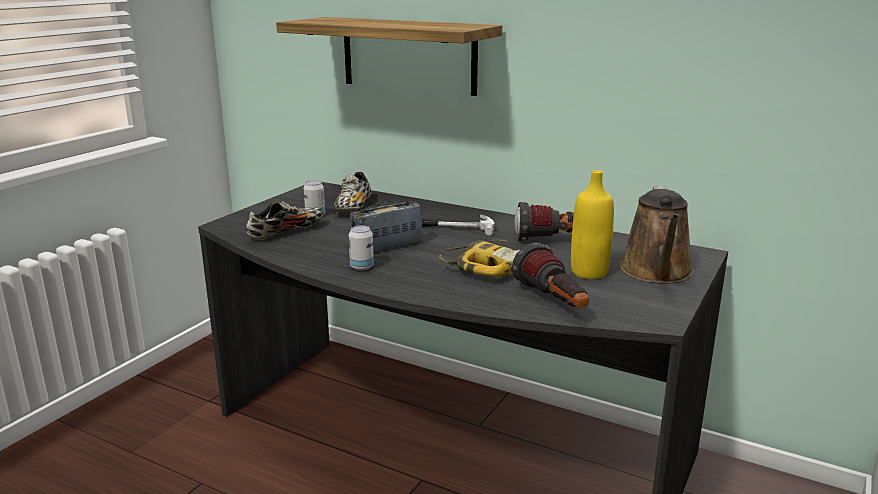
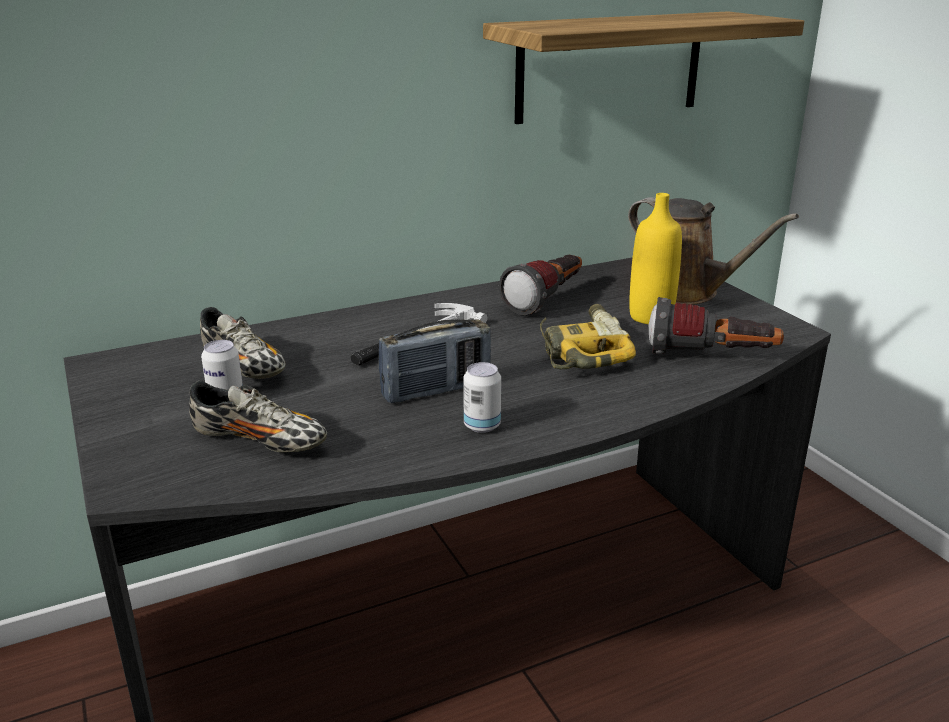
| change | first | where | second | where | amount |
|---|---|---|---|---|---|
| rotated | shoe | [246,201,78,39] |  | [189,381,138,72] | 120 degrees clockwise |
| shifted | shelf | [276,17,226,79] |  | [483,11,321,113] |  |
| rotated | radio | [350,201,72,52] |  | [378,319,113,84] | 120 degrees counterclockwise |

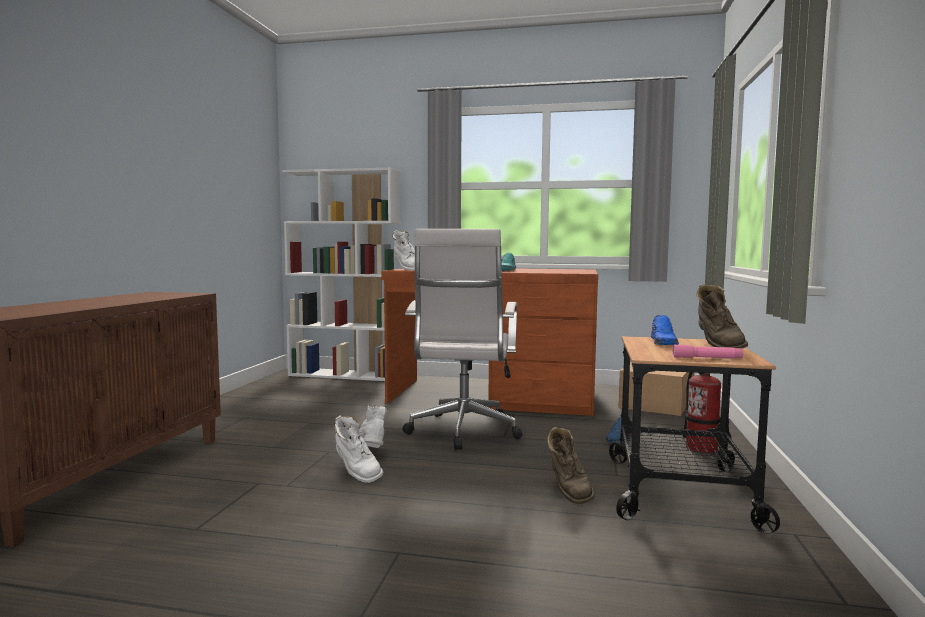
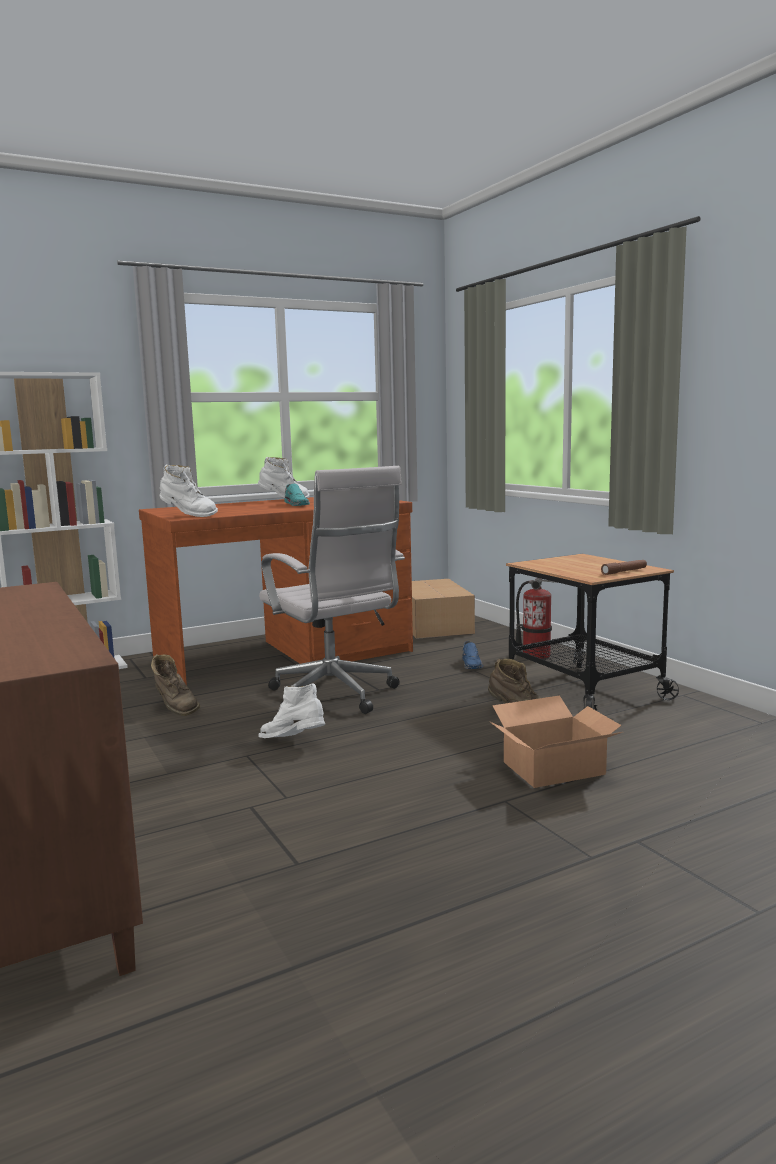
| change | first | where | second | where | amount |
|---|---|---|---|---|---|
| shifted | white boot | [334,415,49,68] |  | [258,457,52,41] |  |
| gone | blue shoe | [651,315,28,30] |  |  |  |
| repainted | pink flashlight | [673,345,70,13] | brown flashlight | [601,560,46,15] |  |
| shifted | brown boot | [696,284,52,64] |  | [151,654,49,62] |  |
| new |  |  | cardboard box | [489,695,133,93] |  |

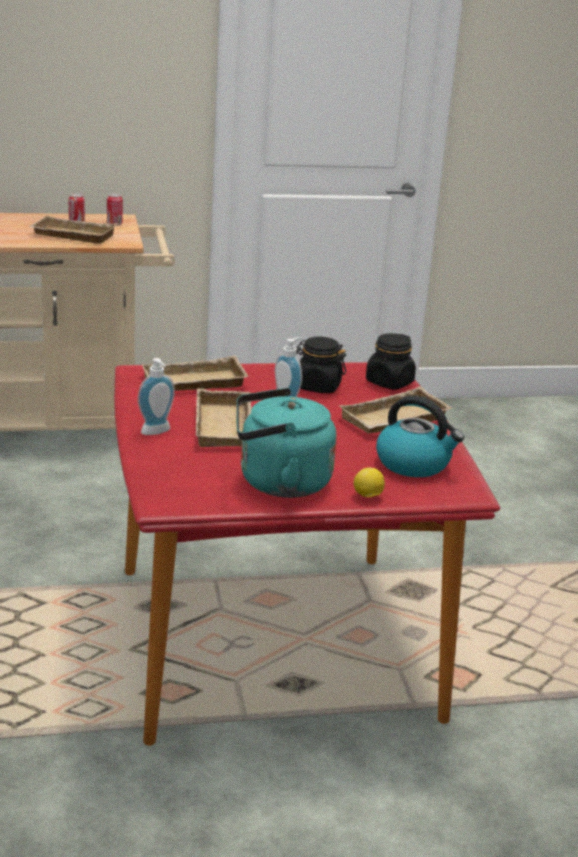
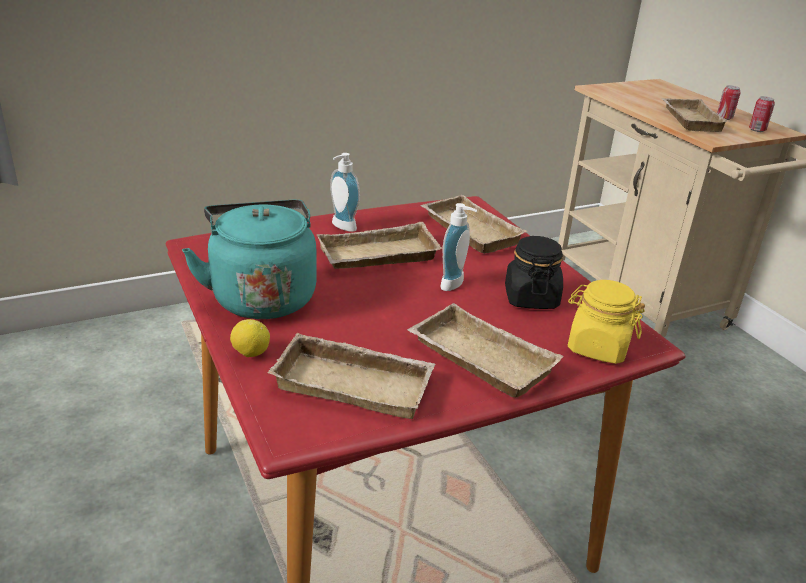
| change | first | where | second | where | amount |
|---|---|---|---|---|---|
| repainted | black jar | [366,333,50,56] | yellow jar | [568,280,77,84] |  |
| swapped | kettle | [376,395,88,82] | beige tray | [268,333,168,86] |  |

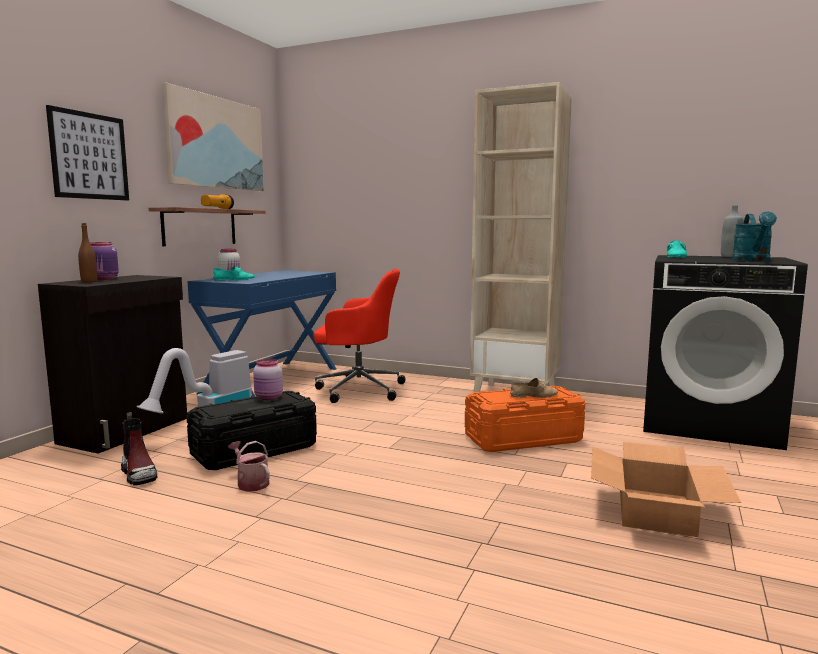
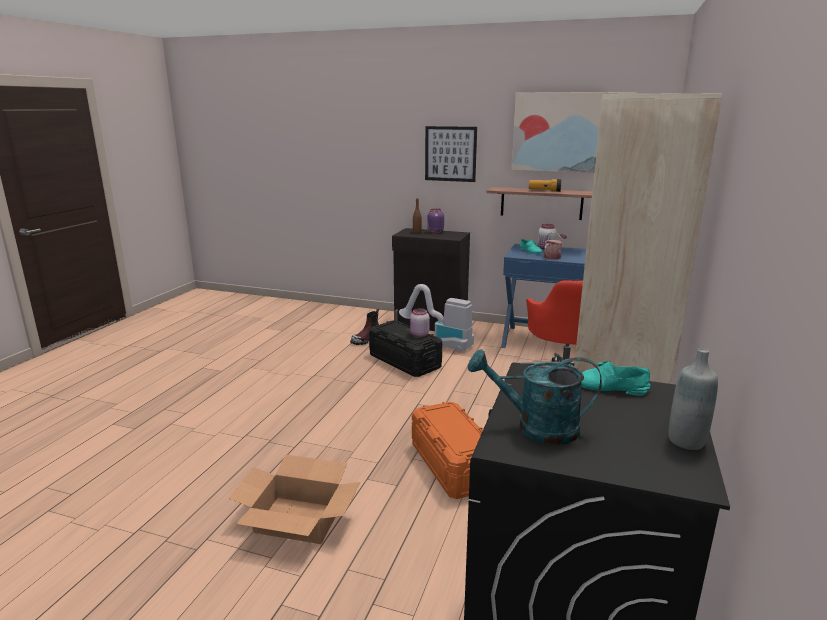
| change | first | where | second | where | amount |
|---|---|---|---|---|---|
| shifted | watering can | [228,441,42,51] |  | [544,232,23,28] |  |
| gone | beige shoe | [510,378,48,20] |  |  |  |

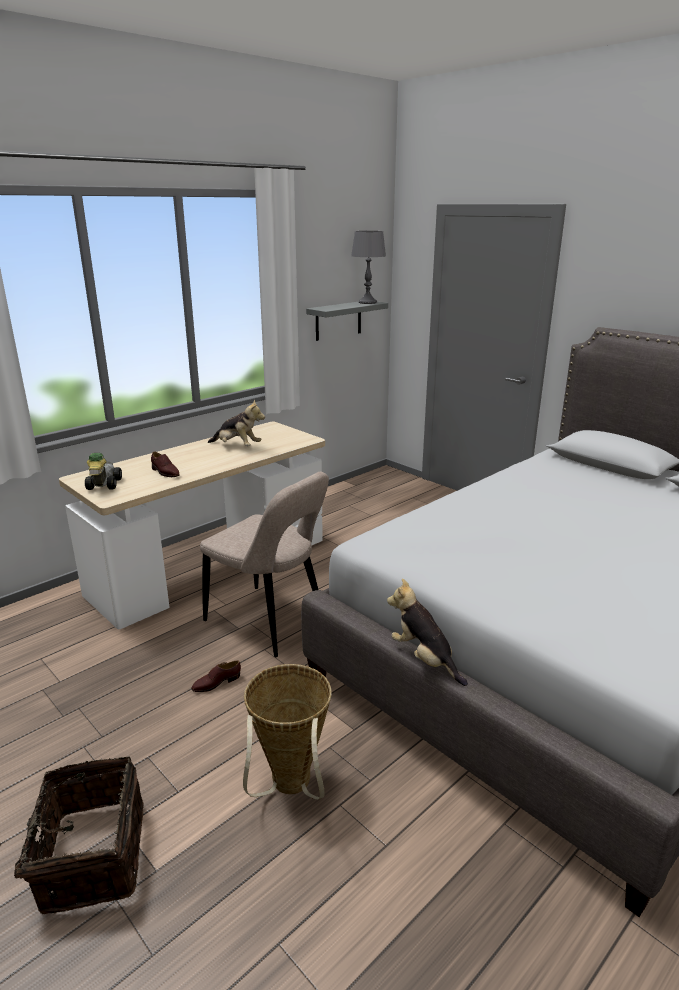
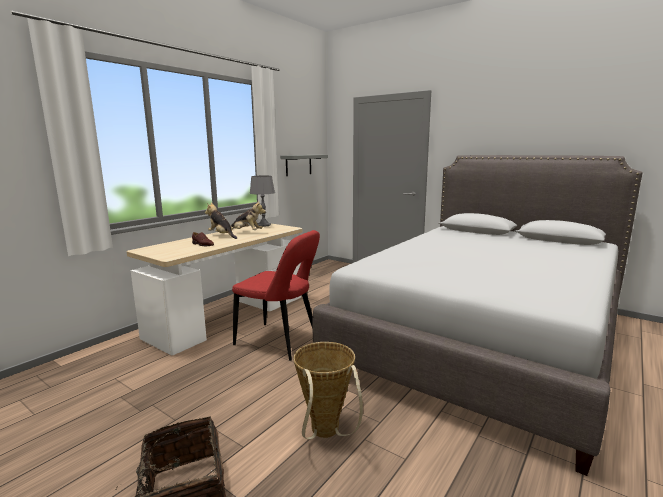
| change | first | where | second | where | amount |
|---|---|---|---|---|---|
| gone | toy car | [85,453,37,37] |  |  |  |
| gone | brown shoe | [191,660,50,32] |  |  |  |
| repainted | beige chair | [200,471,129,186] | red chair | [232,230,88,131] |  |
| shifted | grey table lamp | [351,231,35,73] |  | [250,175,25,52] |  |
| shifted | plush toy | [387,578,81,108] |  | [205,203,32,36] |  |

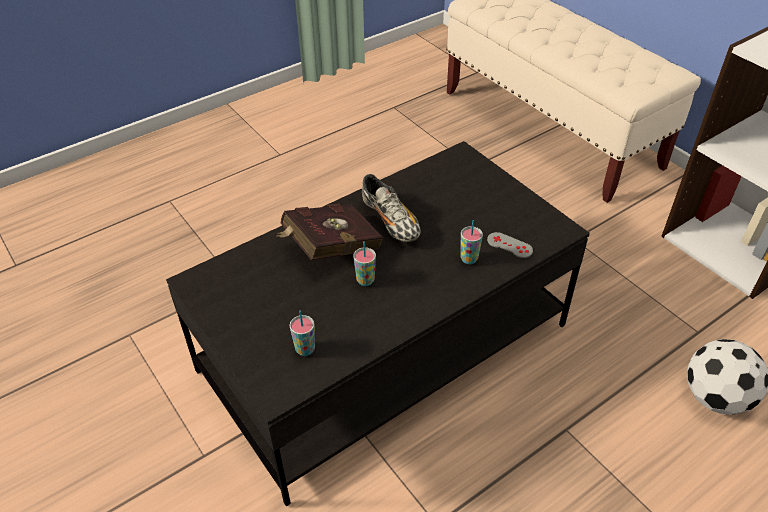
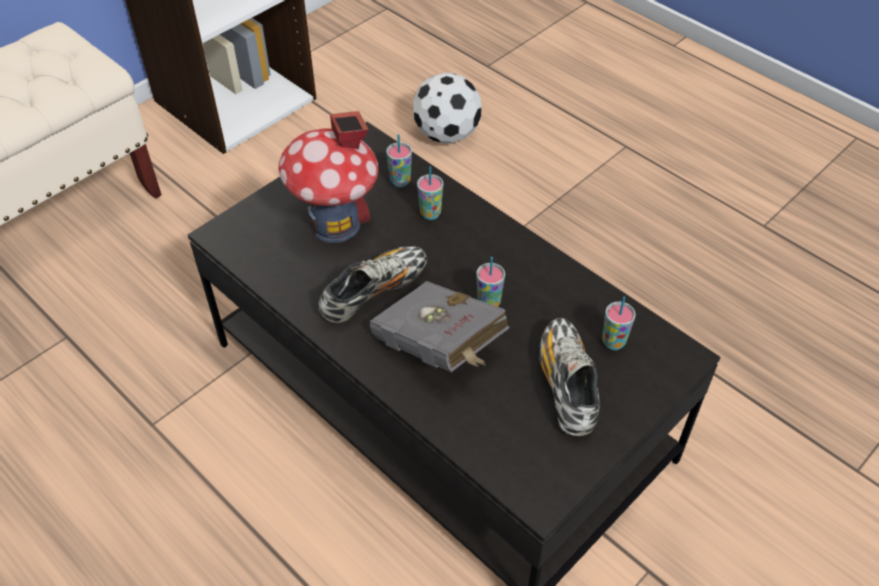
| change | first | where | second | where | amount |
|---|---|---|---|---|---|
| repainted | red book | [277,204,107,56] | grey book | [370,281,139,91] |  |
| swapped | grey game controller | [487,232,46,26] | cup | [386,134,26,53] |  |
| new |  |  | toy house | [278,111,100,132] |  |
| new |  |  | shoe | [539,318,61,118] |  |

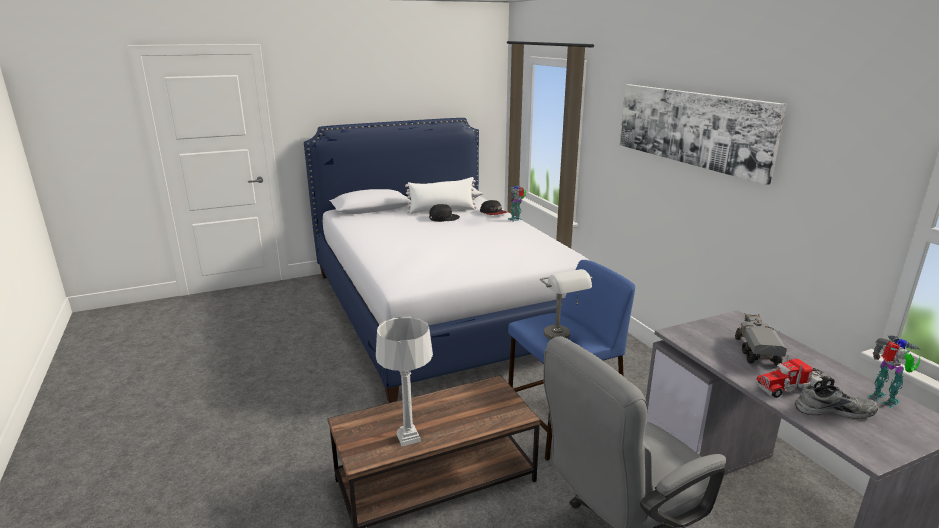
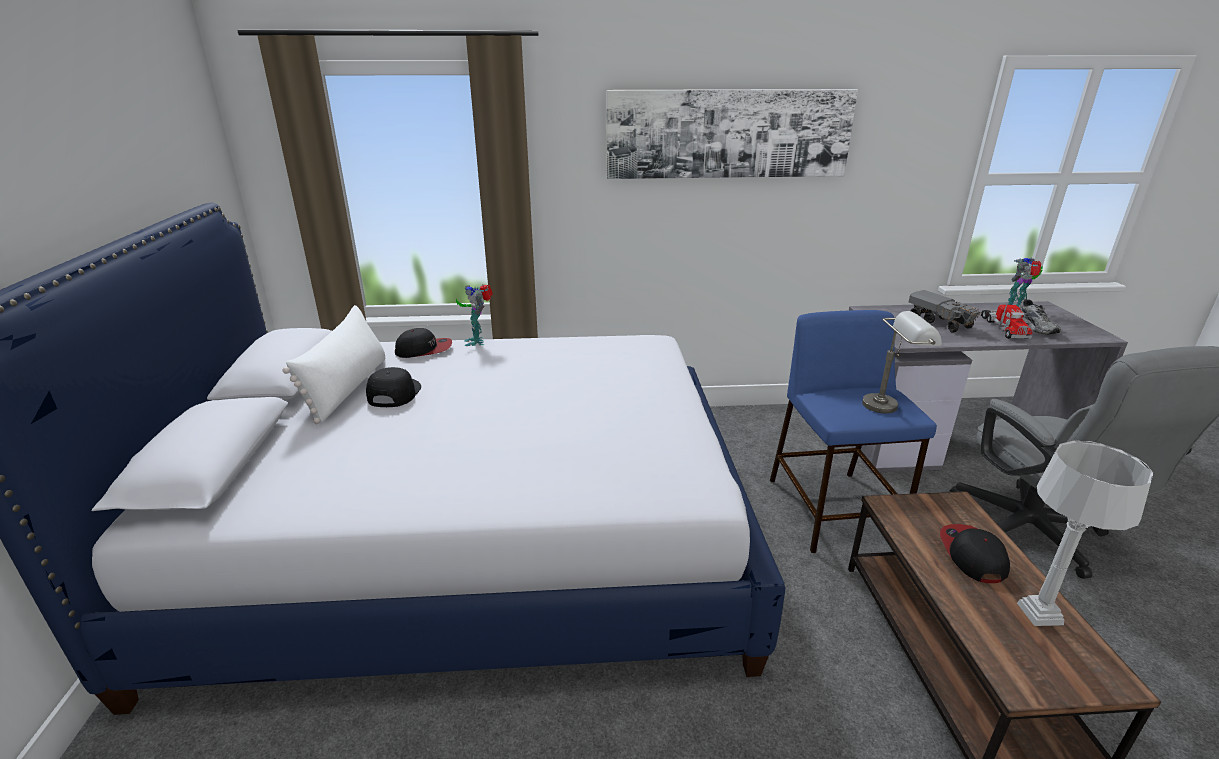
| change | first | where | second | where | amount |
|---|---|---|---|---|---|
| rotated | toy truck | [735,313,52,53] |  | [909,290,72,42] | 150 degrees counterclockwise |
| rotated | grey shoe | [795,385,83,34] |  | [1019,299,42,35] | 150 degrees clockwise |
| new |  |  | cap | [940,524,70,59] |  |

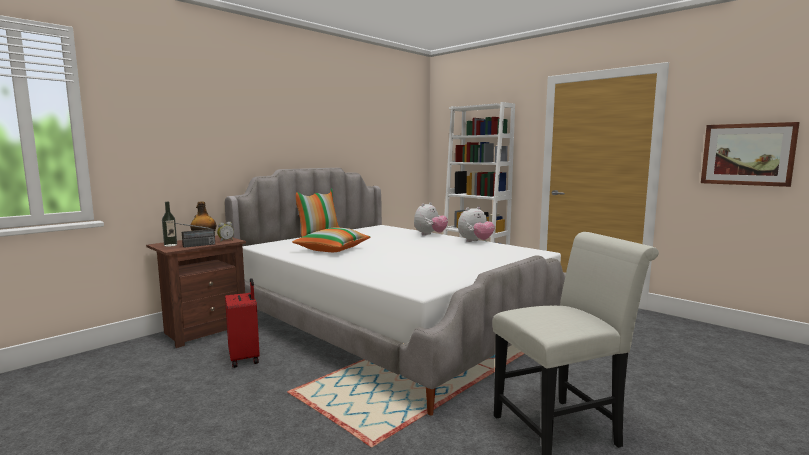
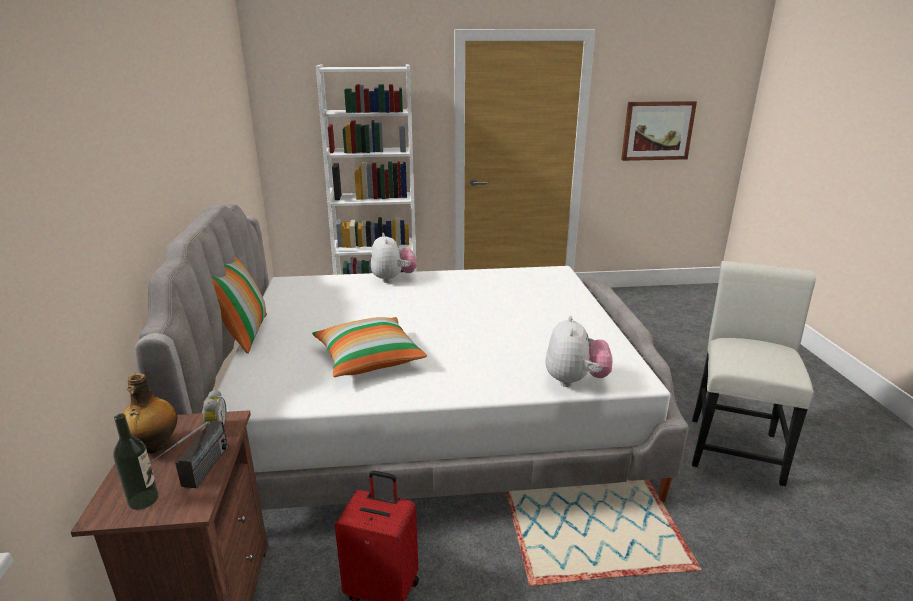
| change | first | where | second | where | amount |
|---|---|---|---|---|---|
| shifted | plush toy | [458,207,37,35] |  | [545,315,68,72] |  |

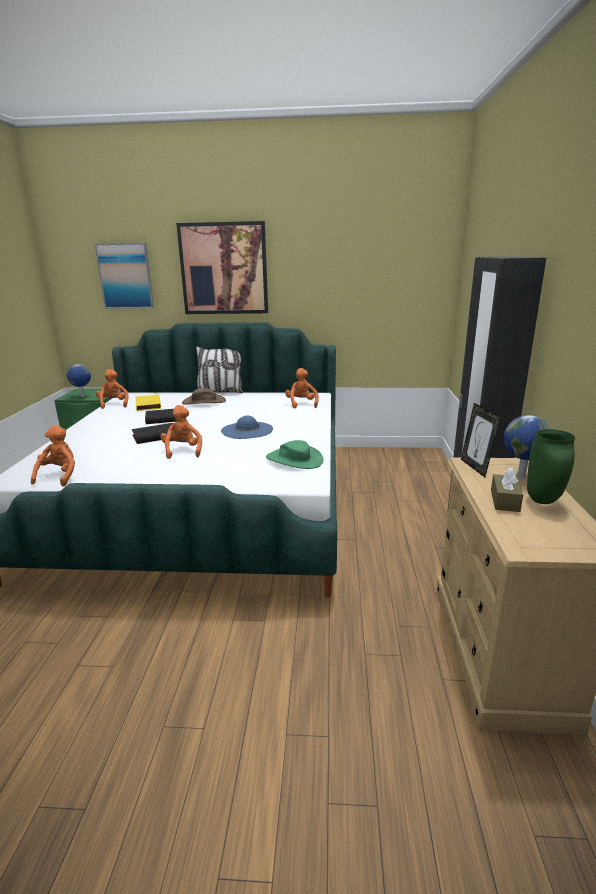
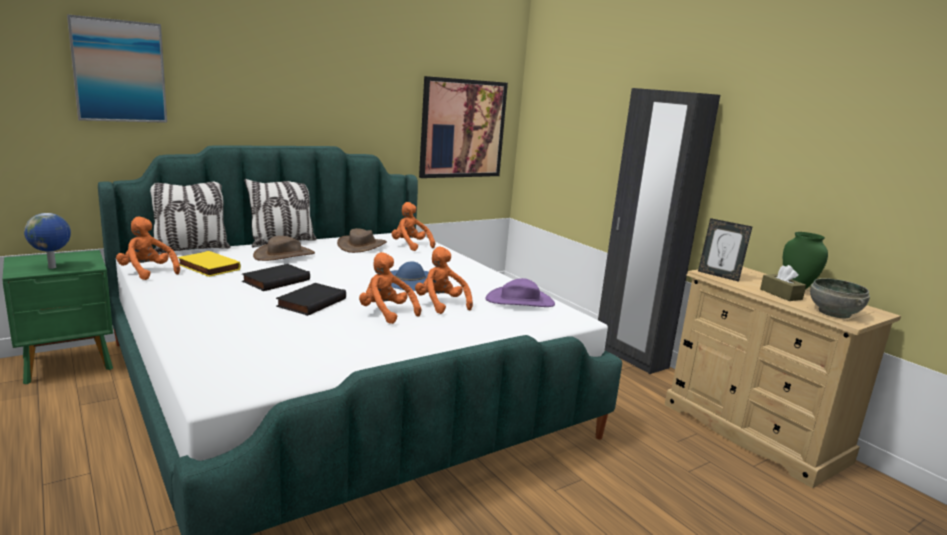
| change | first | where | second | where | amount |
|---|---|---|---|---|---|
| shifted | orange plush toy | [31,425,44,61] |  | [415,246,58,68] |  |
| shifted | picture | [176,221,92,93] |  | [419,76,89,102] |  |
| repainted | green hat | [266,440,58,29] | purple hat | [486,278,69,29] |  |
| gone | globe | [504,415,47,63] |  |  |  |
| new |  |  | pillow | [150,182,80,72] |  |
| new |  |  | brown hat | [337,228,50,25] |  |
| new |  |  | grey bowl | [810,278,60,40] |  |

